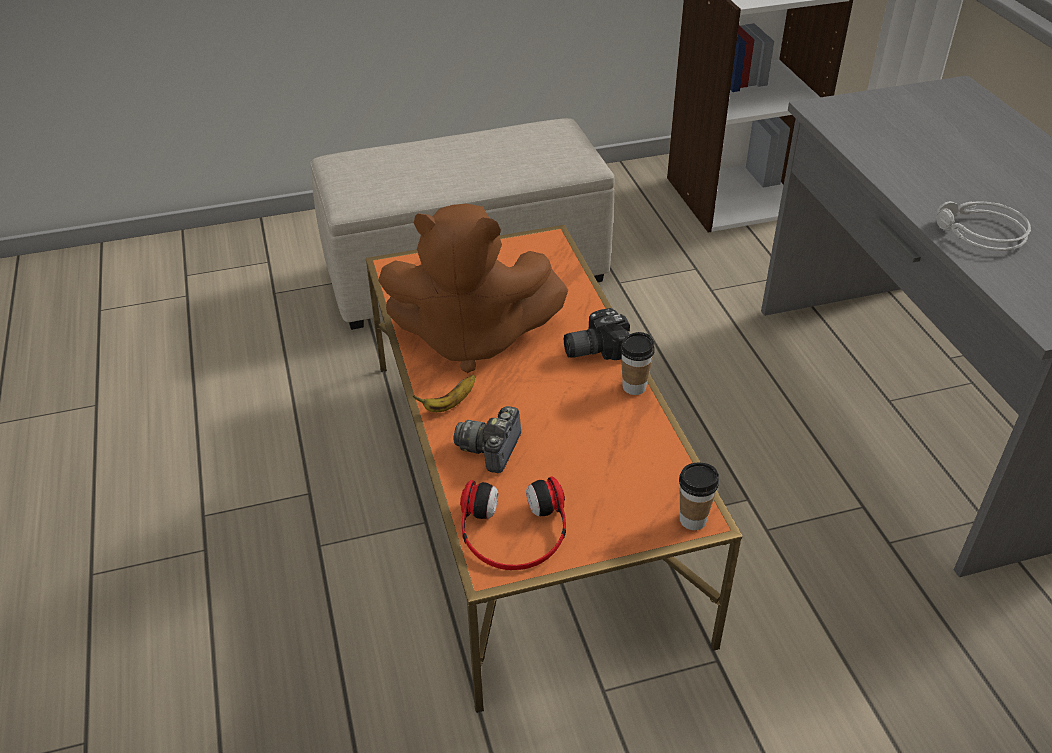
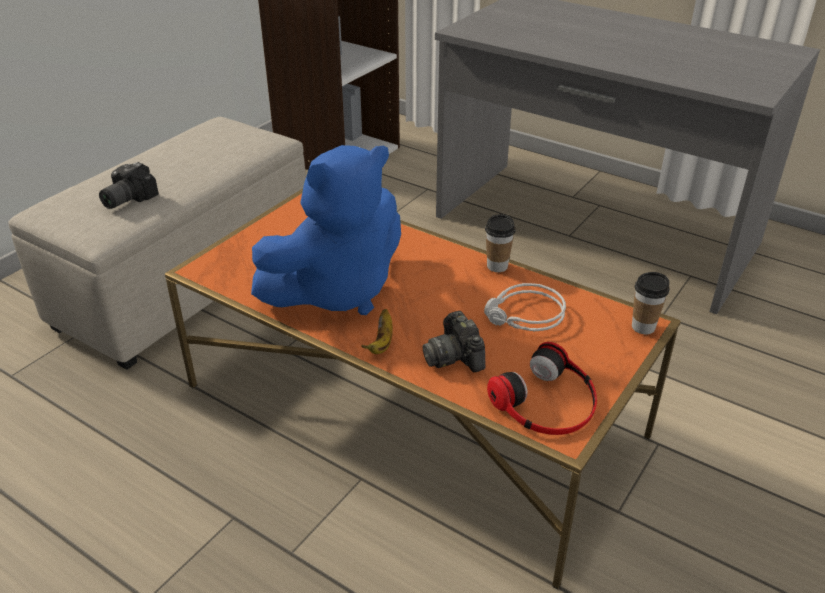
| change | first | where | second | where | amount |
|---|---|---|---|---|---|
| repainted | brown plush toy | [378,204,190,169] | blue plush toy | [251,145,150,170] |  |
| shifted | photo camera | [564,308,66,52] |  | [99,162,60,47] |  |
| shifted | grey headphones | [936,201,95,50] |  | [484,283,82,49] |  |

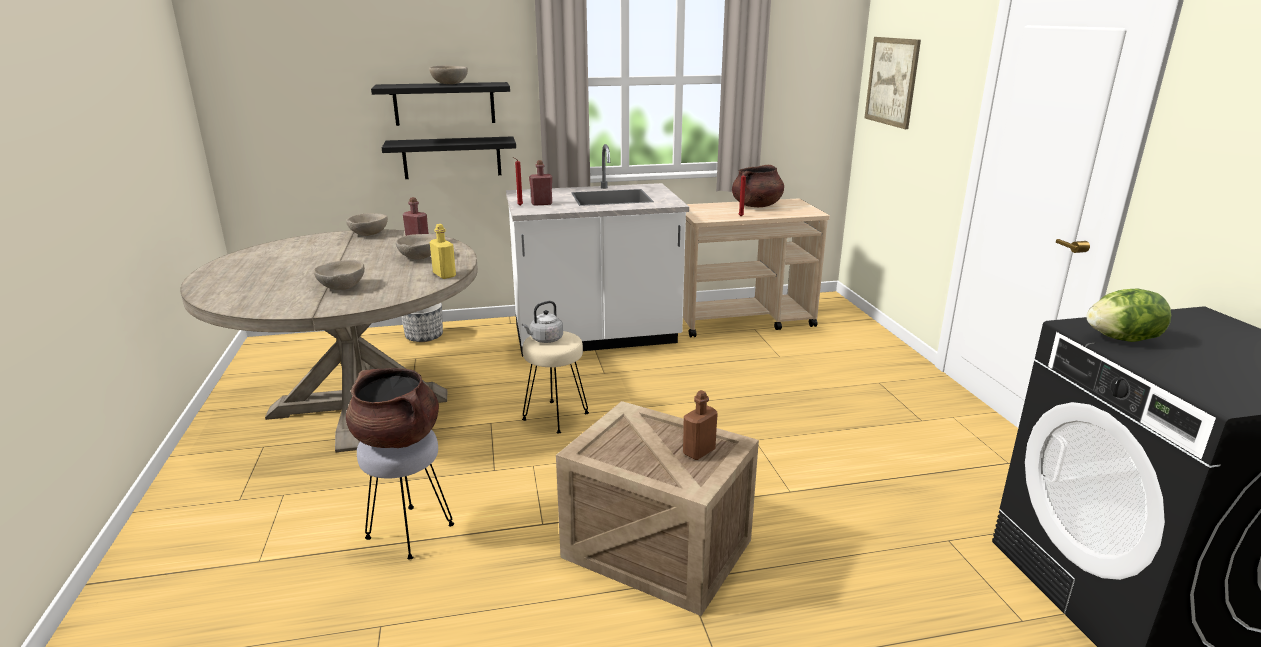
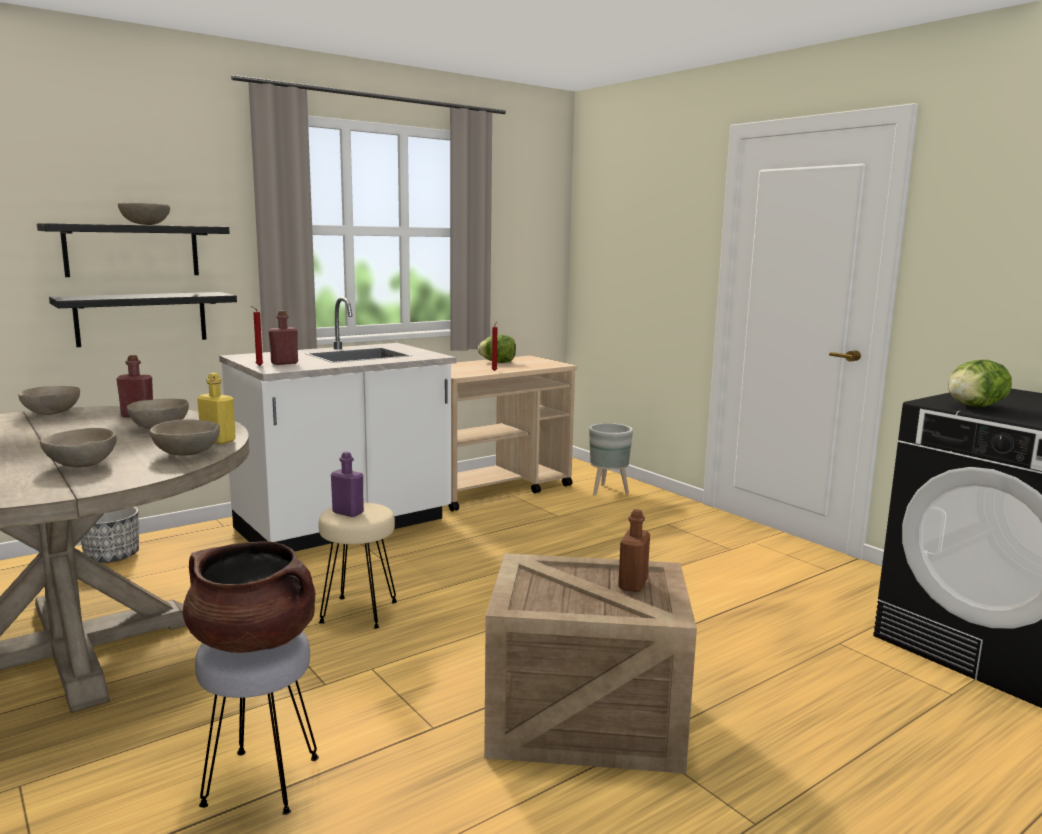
| change | first | where | second | where | amount |
|---|---|---|---|---|---|
| swapped | grey kettle | [522,301,41,42] | purple bottle | [331,452,33,65] |  |
| swapped | brown cooking pot | [732,165,52,42] | lettuce | [478,335,38,28] |  |
| gone | picture | [864,37,57,92] |  |  |  |
| new |  |  | beige bowl | [150,419,70,37] |  |
| new |  |  | grey planter | [589,423,44,73] |  |

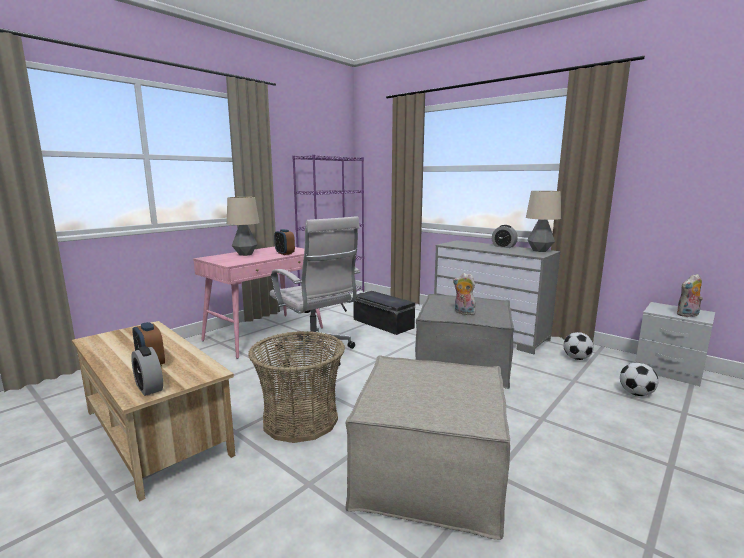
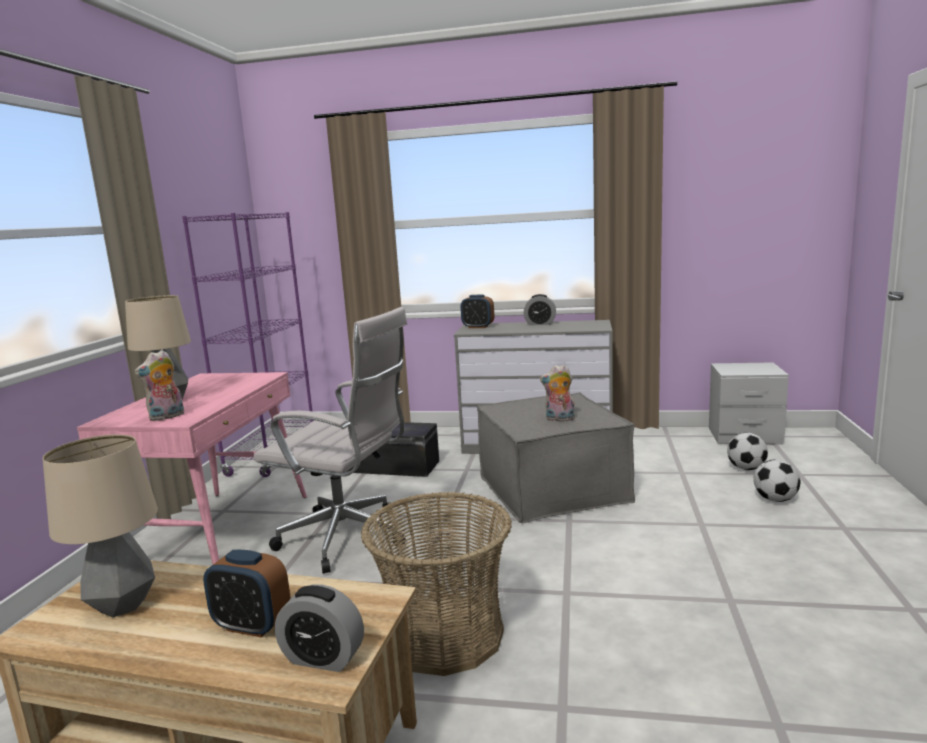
| change | first | where | second | where | amount |
|---|---|---|---|---|---|
| shifted | alarm clock | [274,229,21,26] |  | [461,295,33,33] |  |
| gone | beige ottoman | [345,355,165,185] |  |  |  |
| shifted | table lamp | [526,191,35,61] |  | [43,434,115,183] |  |
| shifted | football | [563,332,31,28] |  | [754,459,46,43] |  |
| shifted | plush toy | [676,274,27,43] |  | [134,350,50,71] |  |

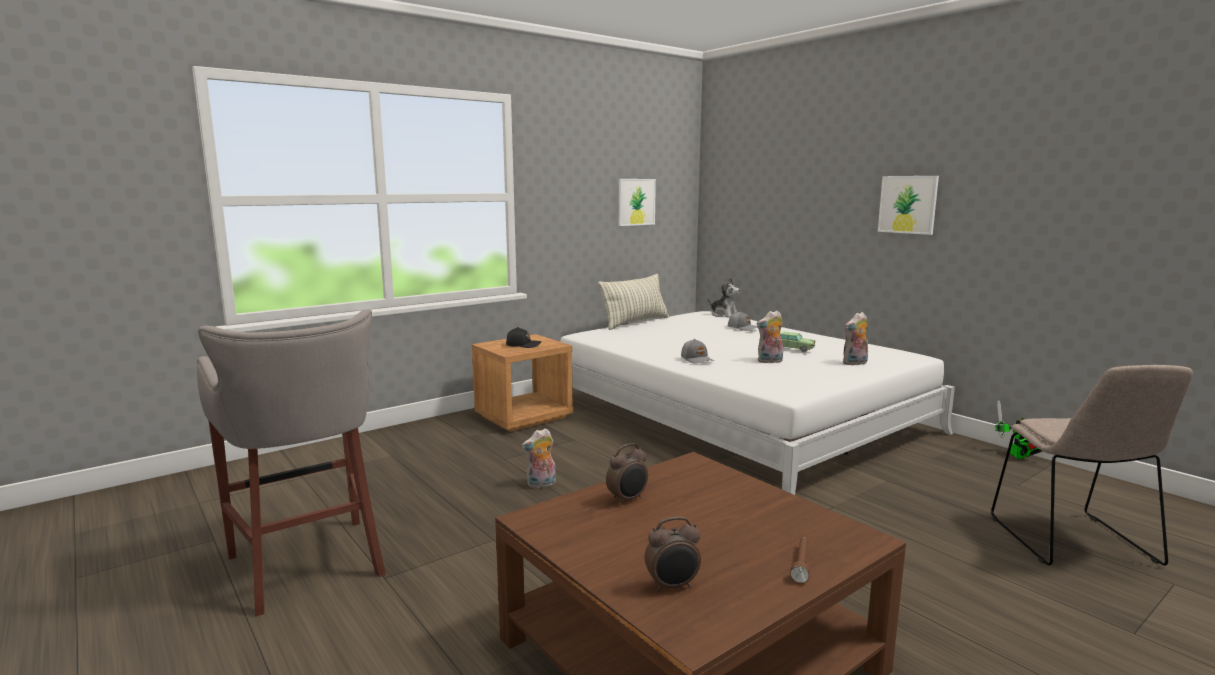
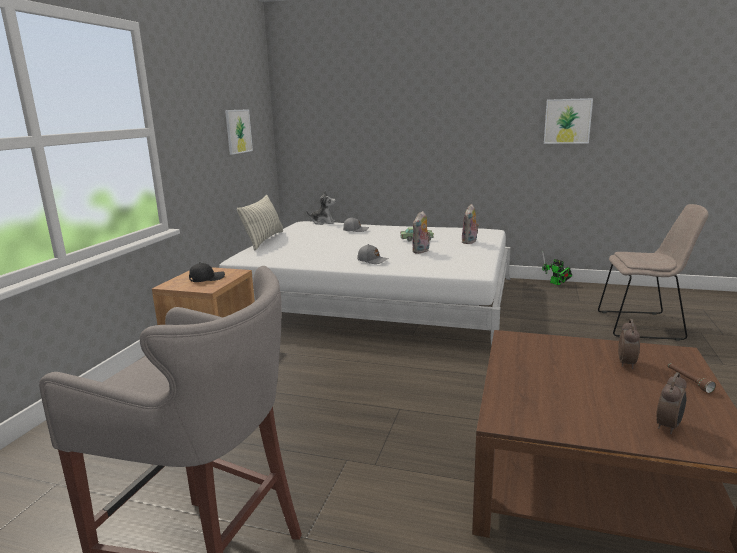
| change | first | where | second | where | amount |
|---|---|---|---|---|---|
| gone | plush toy | [521,428,35,61] |  |  |  |
| shifted | alarm clock | [606,443,42,62] |  | [618,319,22,50] |  |
| shifted | picture | [878,176,61,59] |  | [544,98,49,46] |  |
| rotated | beige chair | [991,365,202,201] |  | [598,204,110,137] | 45 degrees counterclockwise |

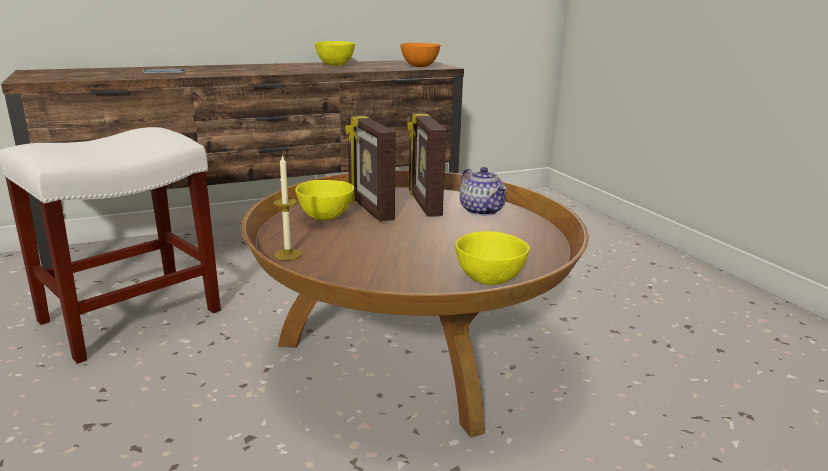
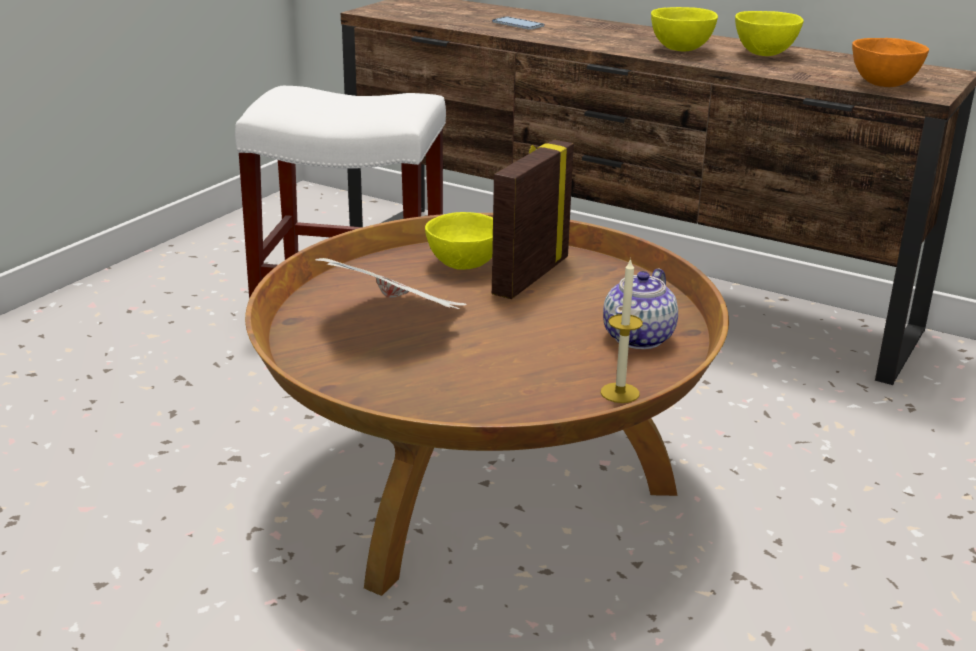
| change | first | where | second | where | amount |
|---|---|---|---|---|---|
| shifted | candle | [273,154,29,106] |  | [601,258,42,145] |  |
| gone | picture frame | [408,112,38,105] |  |  |  |
| shifted | yellow bowl | [455,231,74,54] |  | [651,7,67,44] |  |
| new |  |  | newspaper | [315,258,152,51] |  |

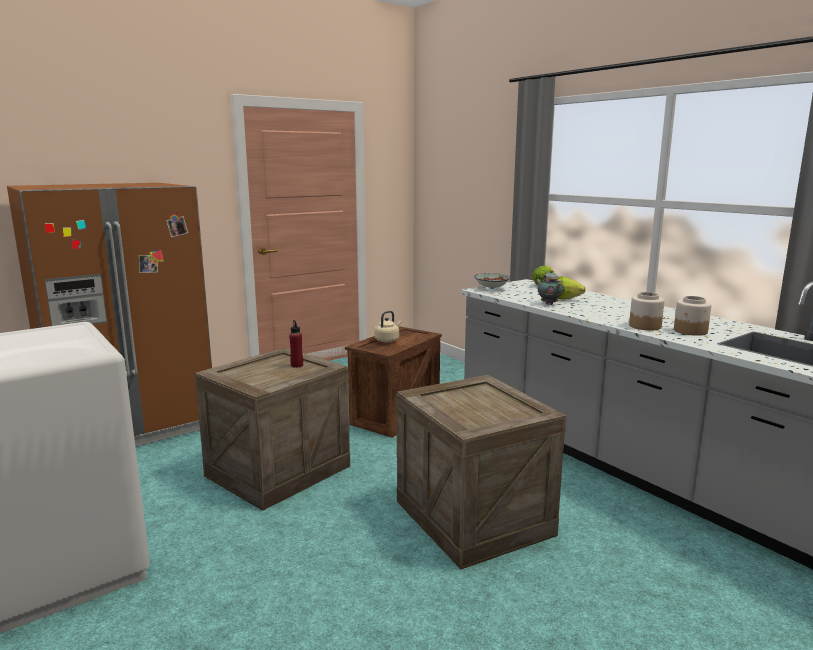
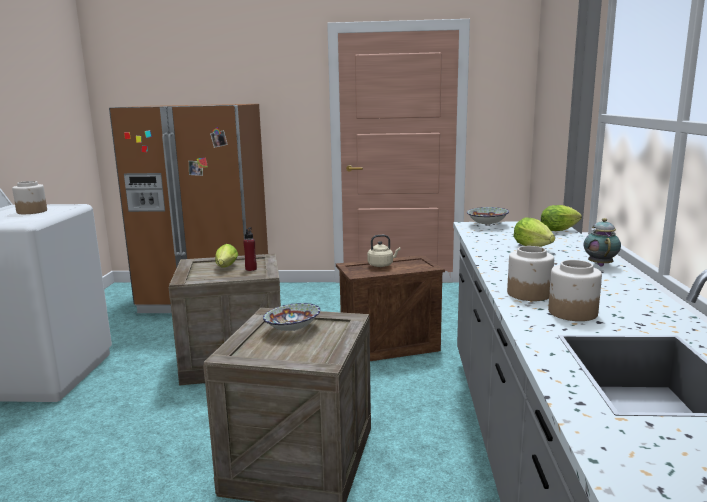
| change | first | where | second | where | amount |
|---|---|---|---|---|---|
| shifted | teapot | [535,270,30,35] |  | [584,218,37,49] |  |
| new |  |  | jar | [12,181,35,33] |  |
| new |  |  | lettuce | [215,244,23,24] |  |
| new |  |  | bowl | [263,303,57,28] |  |

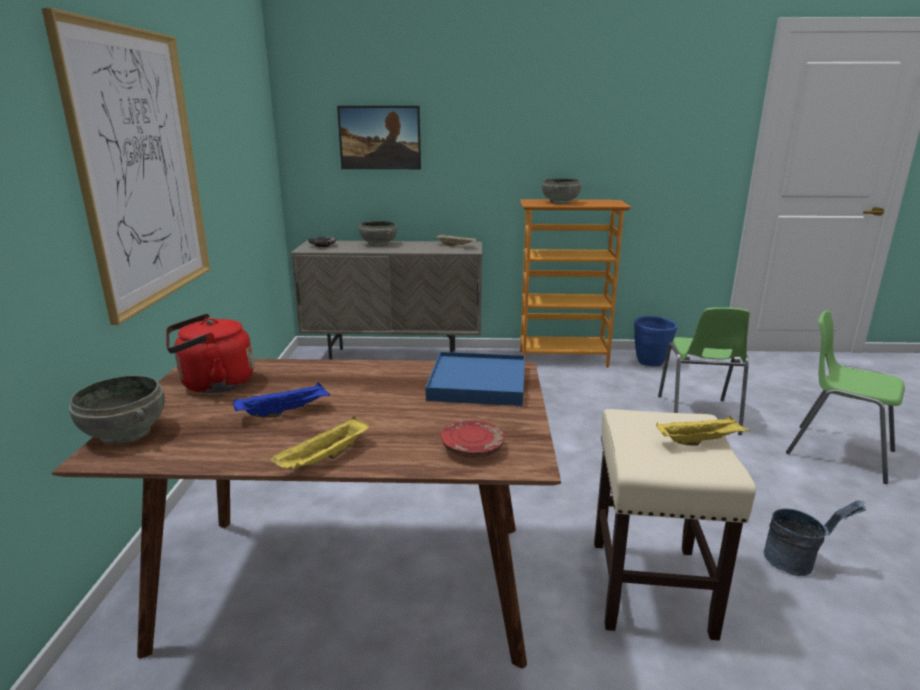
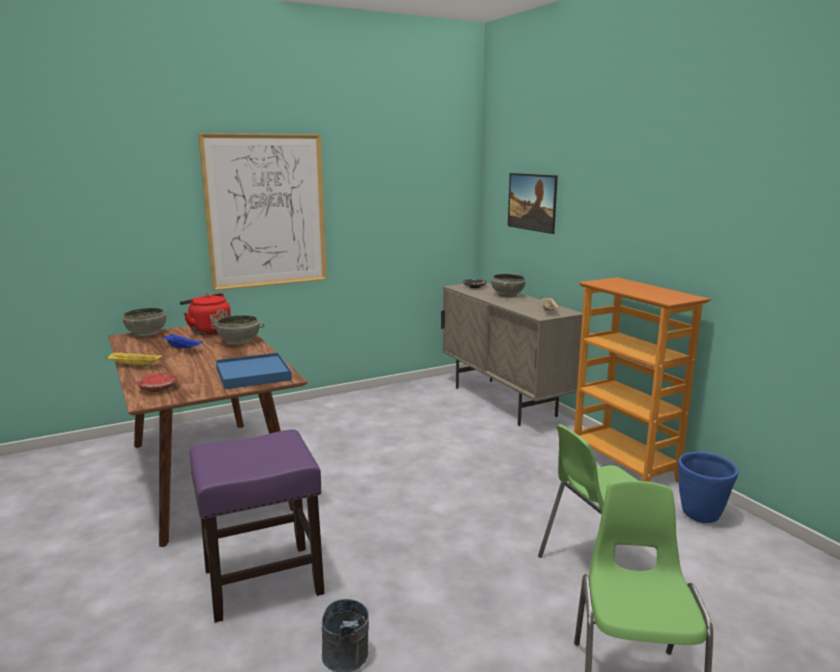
| change | first | where | second | where | amount |
|---|---|---|---|---|---|
| shifted | grey bowl | [542,179,39,25] |  | [211,315,53,31] |  |
| repainted | beige stool | [594,409,162,231] | purple stool | [189,429,136,194] |  |
| gone | yellow tray | [656,416,94,30] |  |  |  |

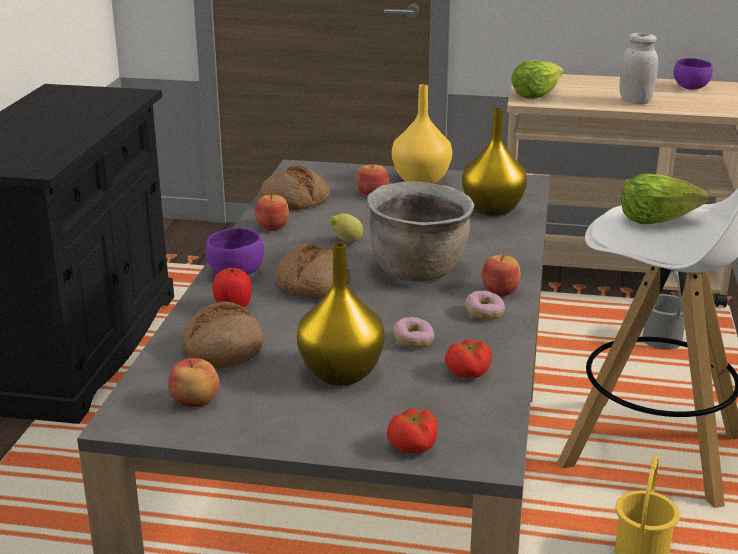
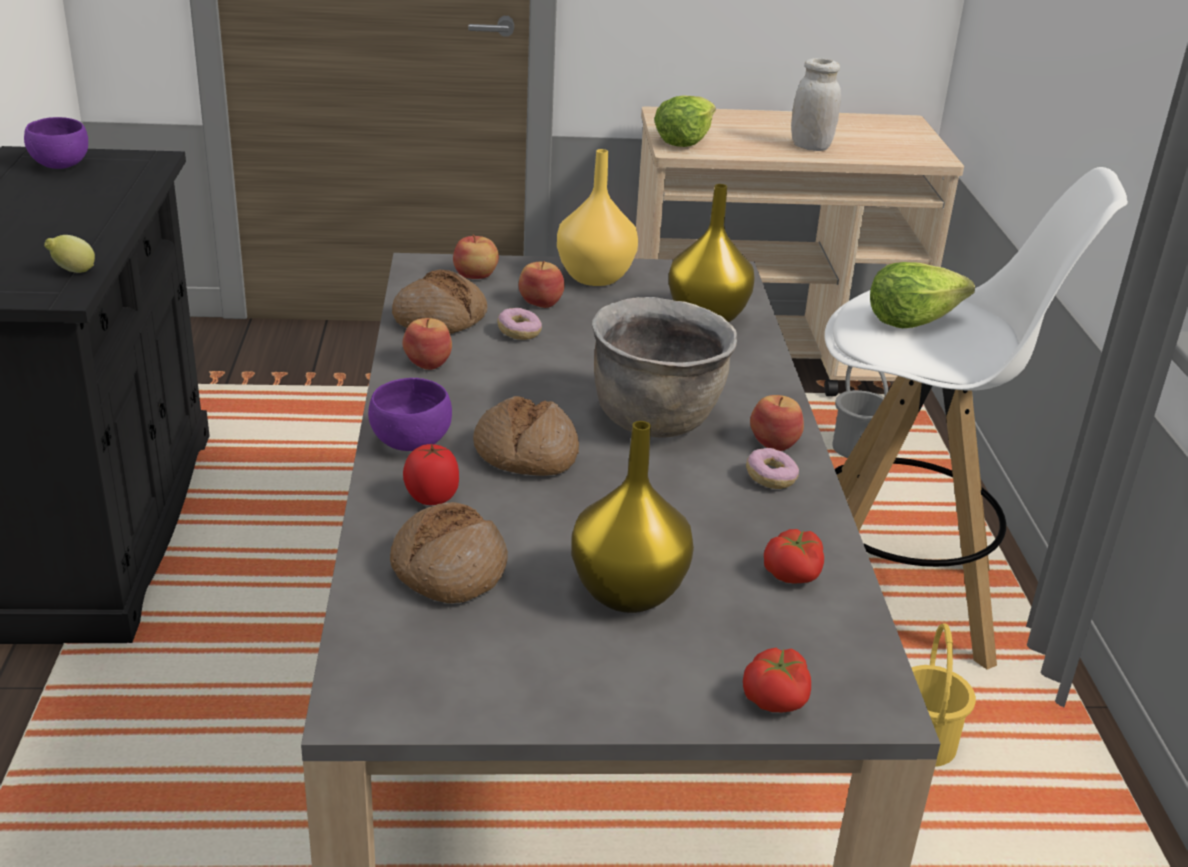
| change | first | where | second | where | amount |
|---|---|---|---|---|---|
| shifted | apple | [168,358,51,49] |  | [453,235,46,44] |  |
| shifted | lemon | [329,213,34,29] |  | [44,235,51,38] |  |
| shifted | donut | [393,317,41,31] |  | [497,308,45,32] |  |
| shifted | purple bowl | [673,58,40,32] |  | [24,117,64,52] |  |

